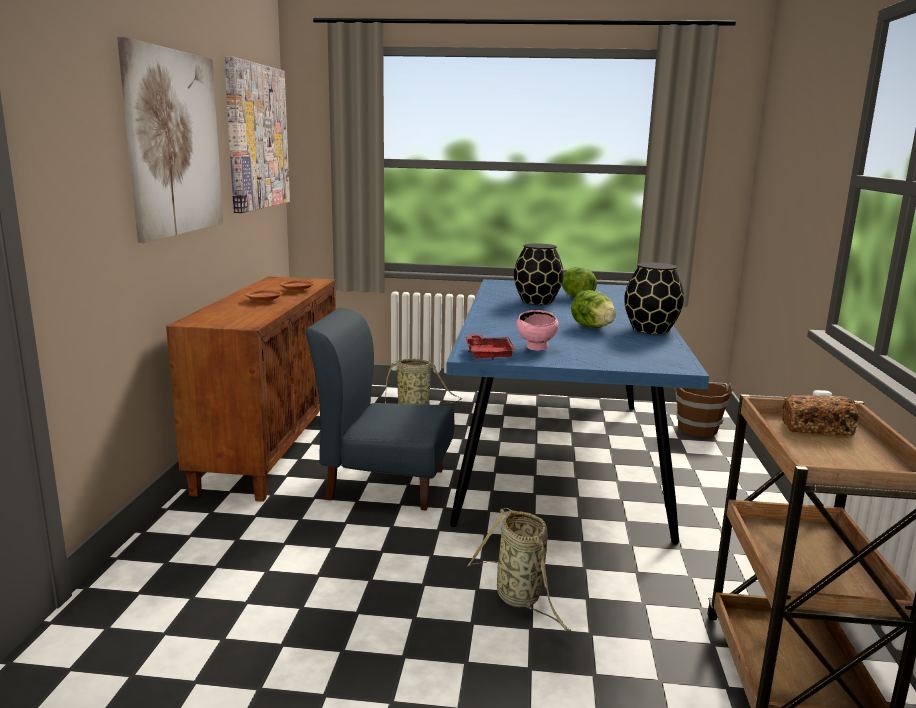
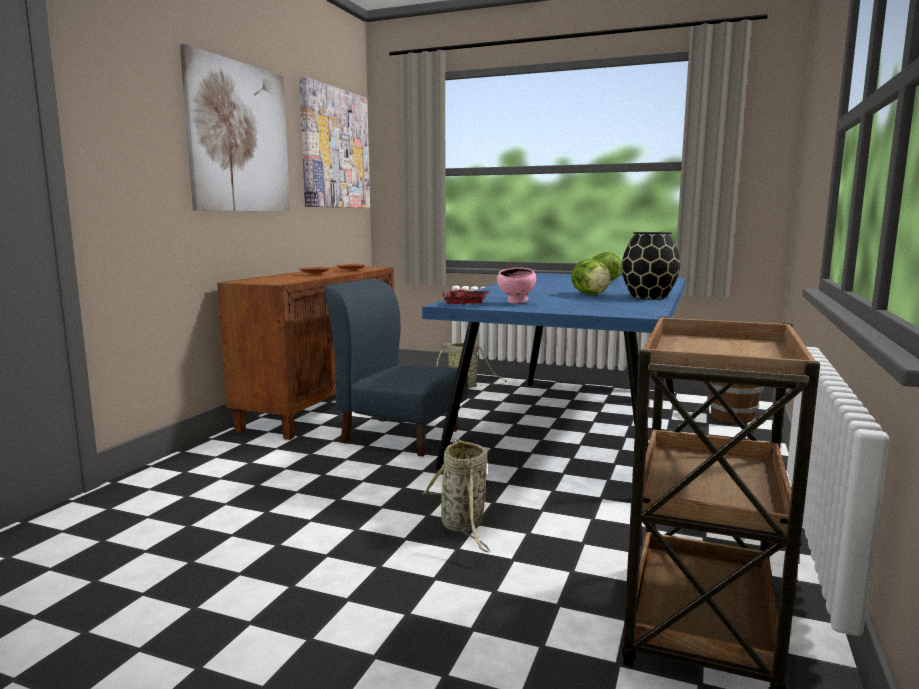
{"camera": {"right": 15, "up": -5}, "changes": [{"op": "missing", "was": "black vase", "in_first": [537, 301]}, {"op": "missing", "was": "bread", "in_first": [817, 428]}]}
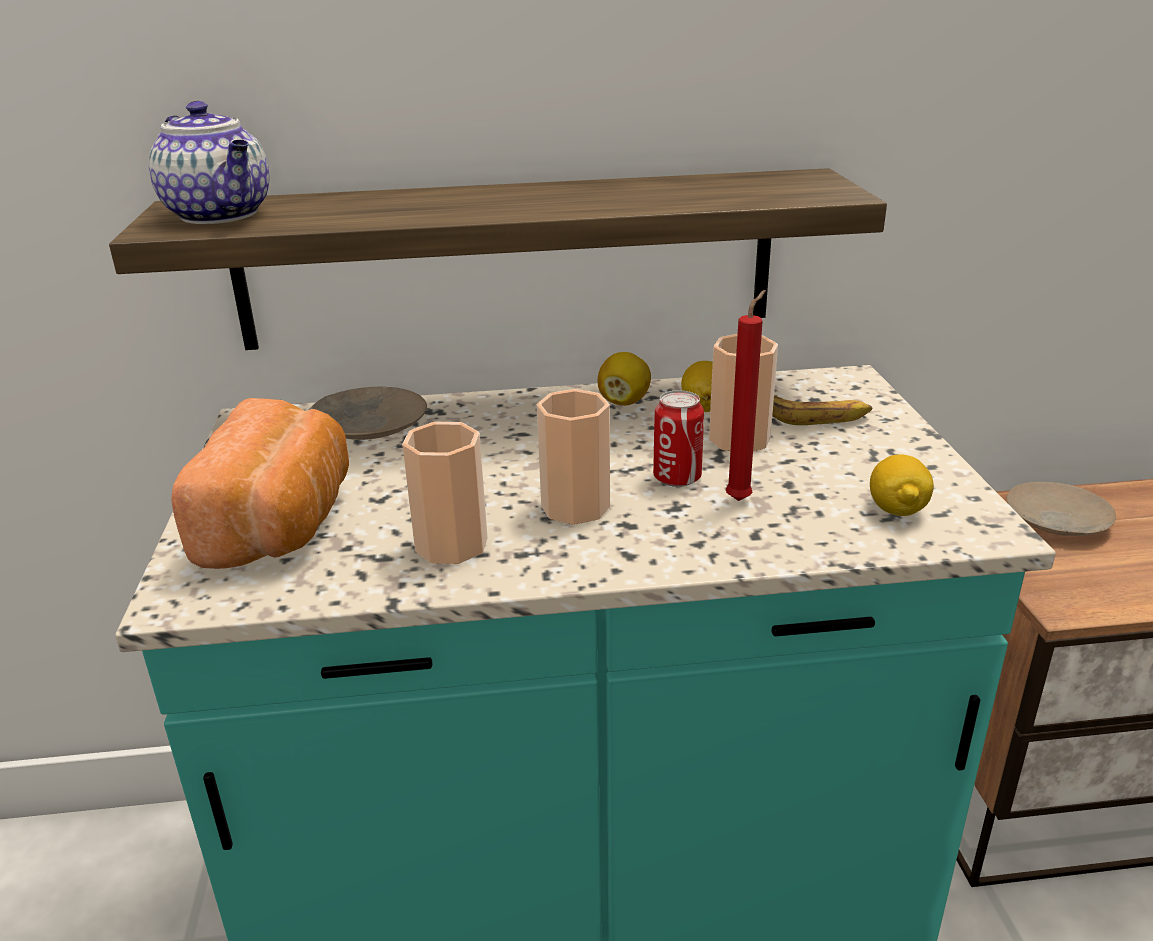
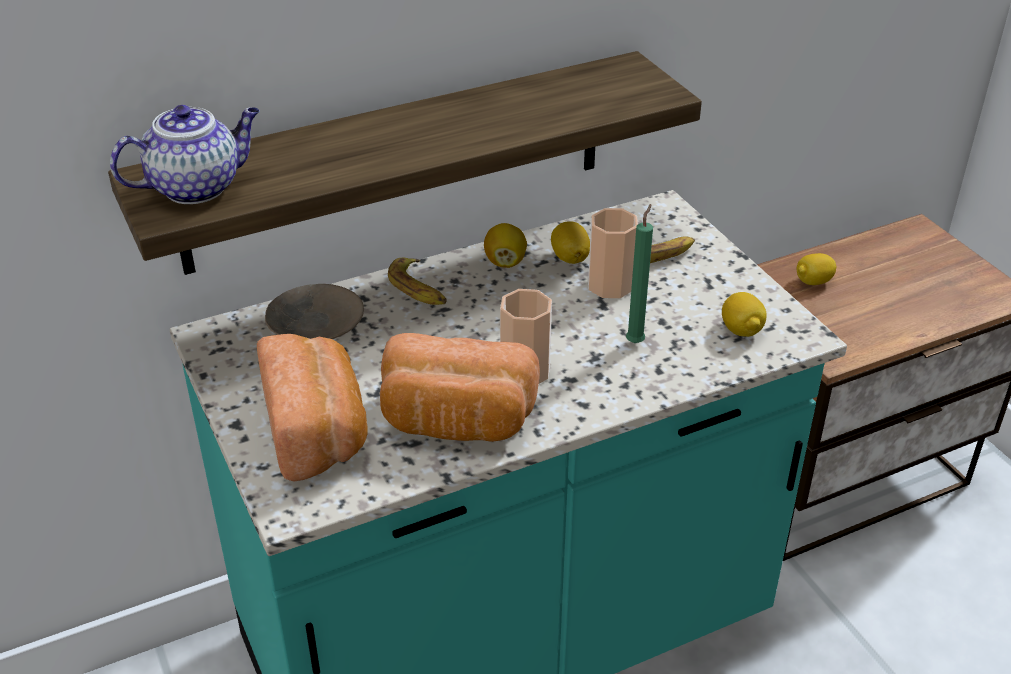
{"camera": {"right": -20, "up": 10}, "changes": [{"op": "spun", "was": "pot for tea", "in_first": [221, 215], "in_second": [197, 187], "clockwise": -60}, {"op": "exchanged", "was": "drinking cup", "now": "bread", "in_first": [451, 545], "in_second": [456, 422]}, {"op": "missing", "was": "sealed can", "in_first": [677, 478]}, {"op": "colour", "was": "red candle", "now": "greenish candle", "in_first": [741, 499], "in_second": [636, 341]}, {"op": "exchanged", "was": "beige-coloured dinner plate", "now": "whole lemon", "in_first": [1057, 520], "in_second": [813, 282]}, {"op": "appeared", "now": "banana fruit", "in_second": [419, 289]}]}
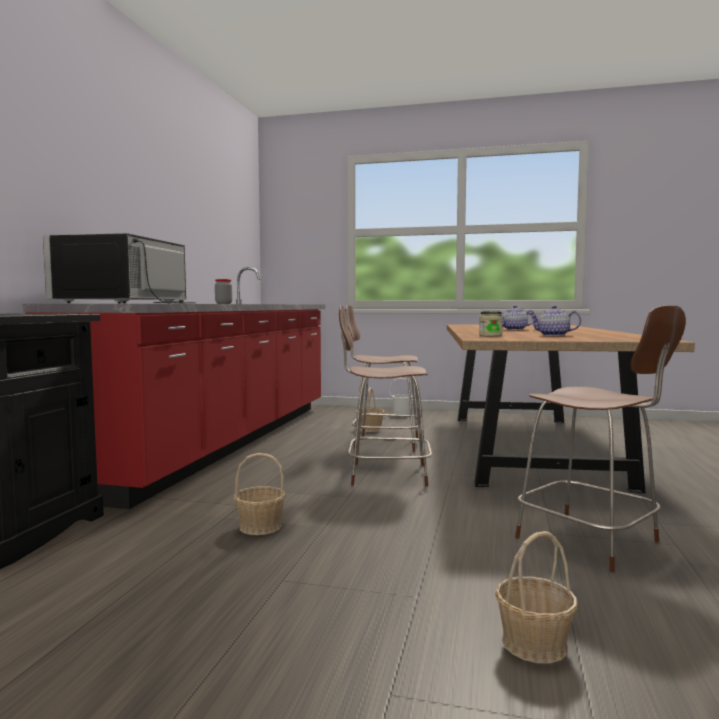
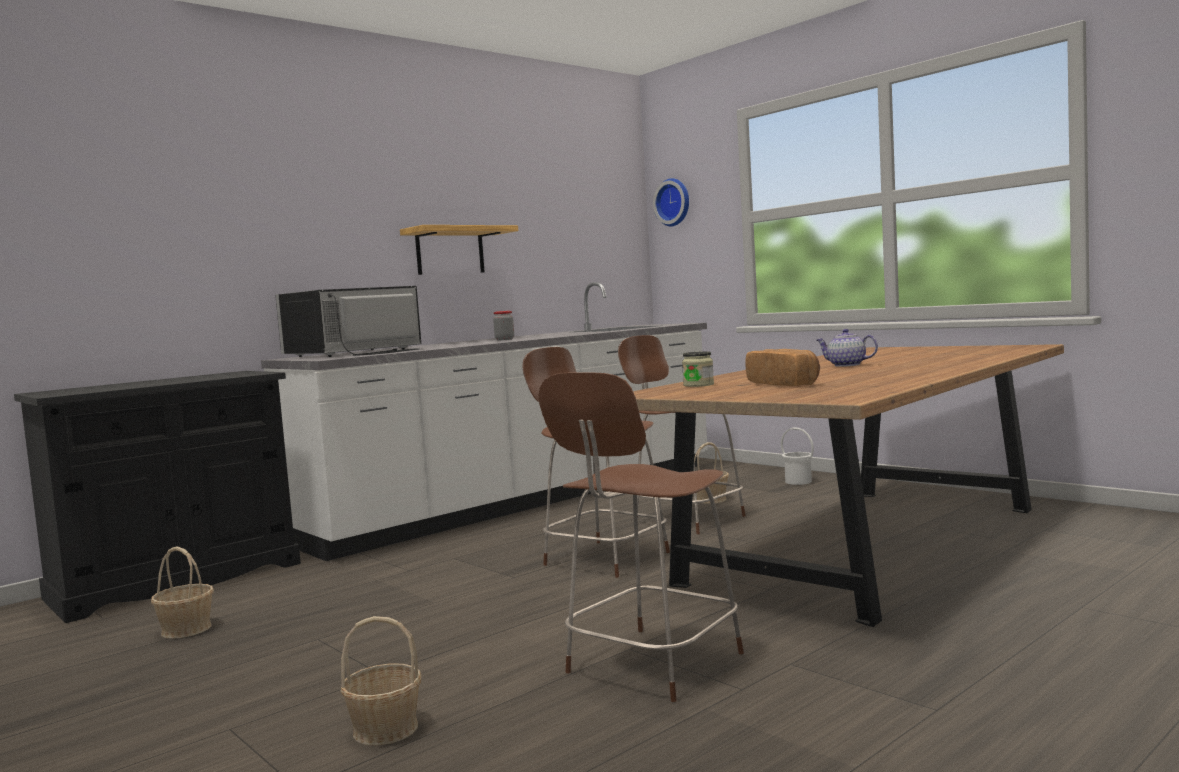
{"camera": {"right": 35, "up": 0}, "changes": [{"op": "colour", "was": "red kitchen counter", "now": "whitish kitchen counter", "in_first": [224, 441], "in_second": [522, 501]}, {"op": "relocated", "was": "storage basket", "in_first": [260, 526], "in_second": [186, 629]}, {"op": "spun", "was": "brown plain chair", "in_first": [591, 541], "in_second": [651, 665], "clockwise": 45}, {"op": "exchanged", "was": "pot for tea", "now": "bread", "in_first": [553, 335], "in_second": [784, 384]}, {"op": "appeared", "now": "bracket shelf", "in_second": [450, 251]}, {"op": "appeared", "now": "wall clock", "in_second": [674, 202]}]}
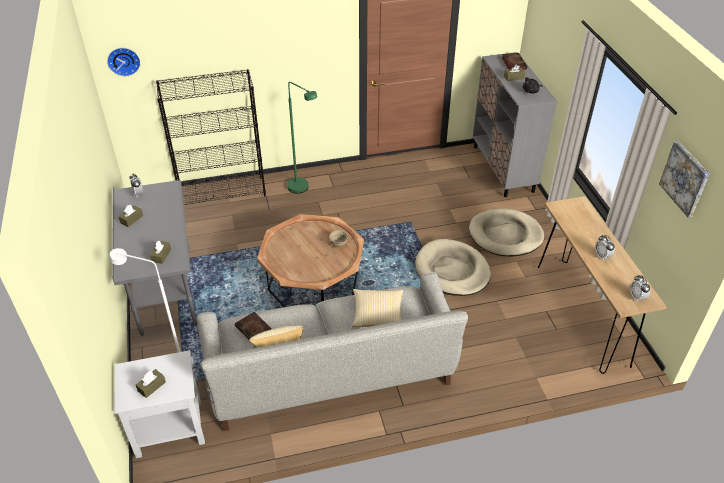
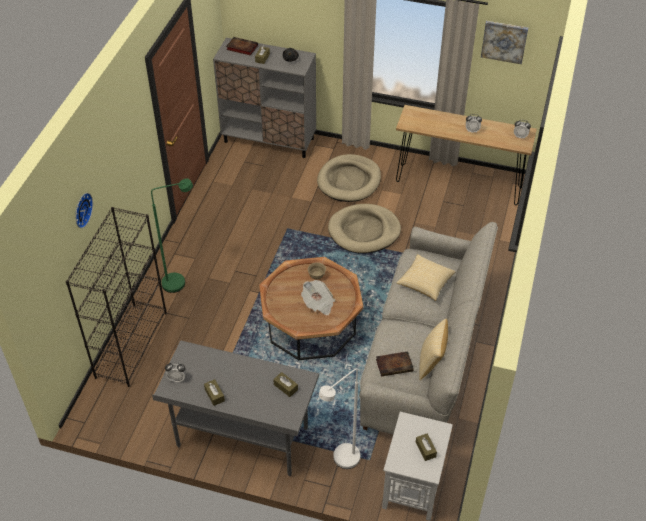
{"camera": {"right": -60, "up": 5}, "changes": [{"op": "relocated", "was": "wall clock", "in_first": [123, 60], "in_second": [81, 209]}, {"op": "appeared", "now": "newspaper", "in_second": [318, 303]}]}
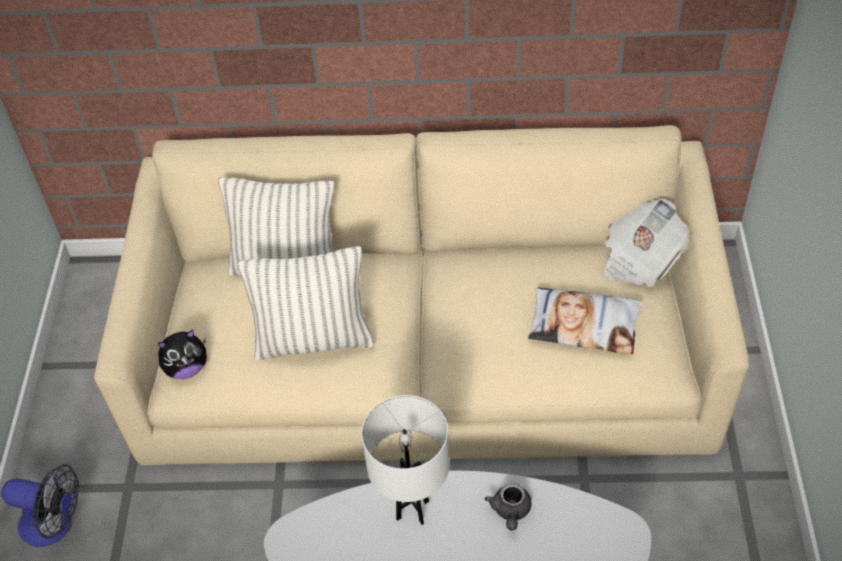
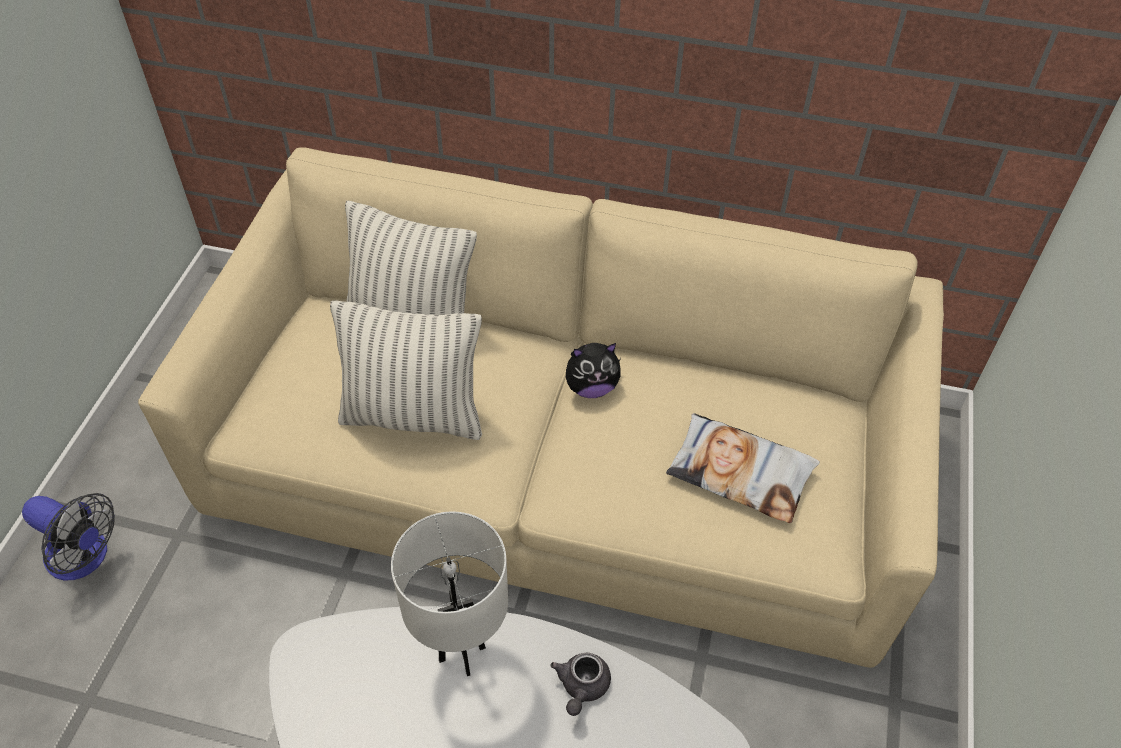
{"camera": {"right": 10, "up": 0}, "changes": [{"op": "relocated", "was": "cuddly toy", "in_first": [186, 368], "in_second": [591, 387]}, {"op": "missing", "was": "newspaper", "in_first": [639, 258]}]}
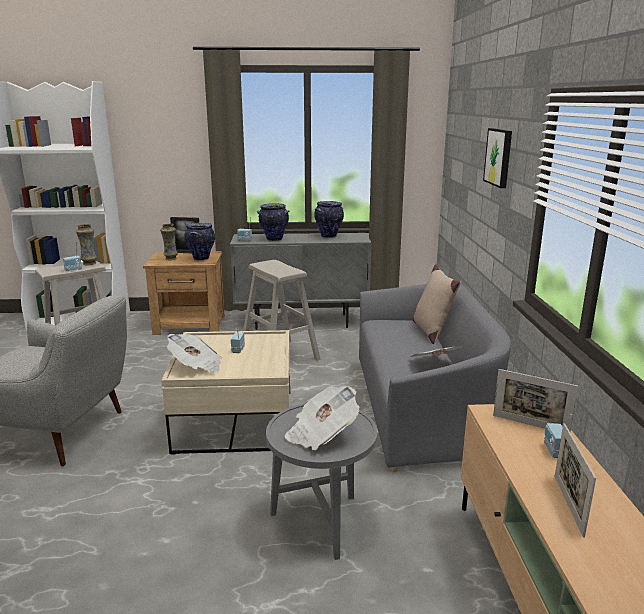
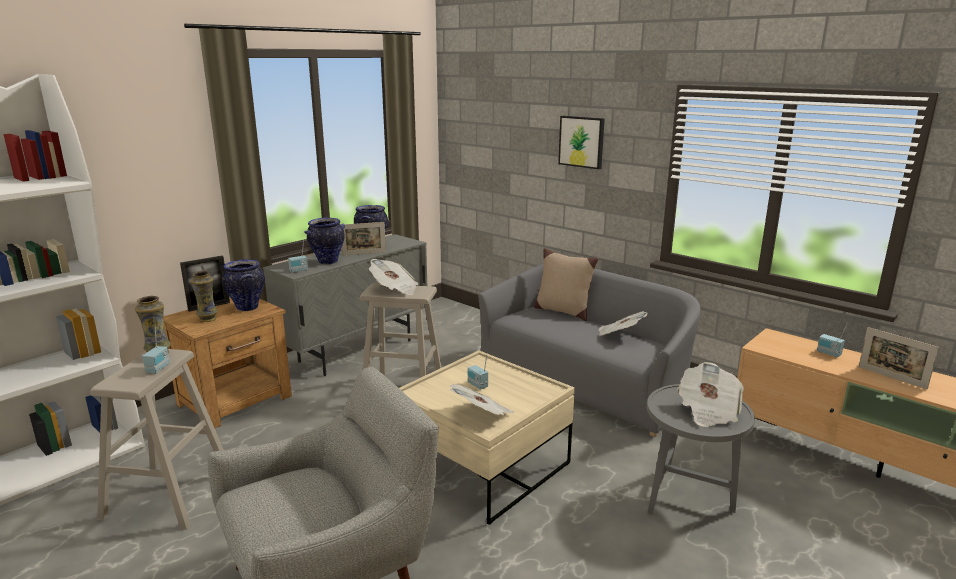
{"camera": {"right": -45, "up": 0}, "changes": [{"op": "relocated", "was": "standing frame", "in_first": [530, 424], "in_second": [364, 253]}, {"op": "appeared", "now": "newspaper", "in_second": [395, 289]}]}
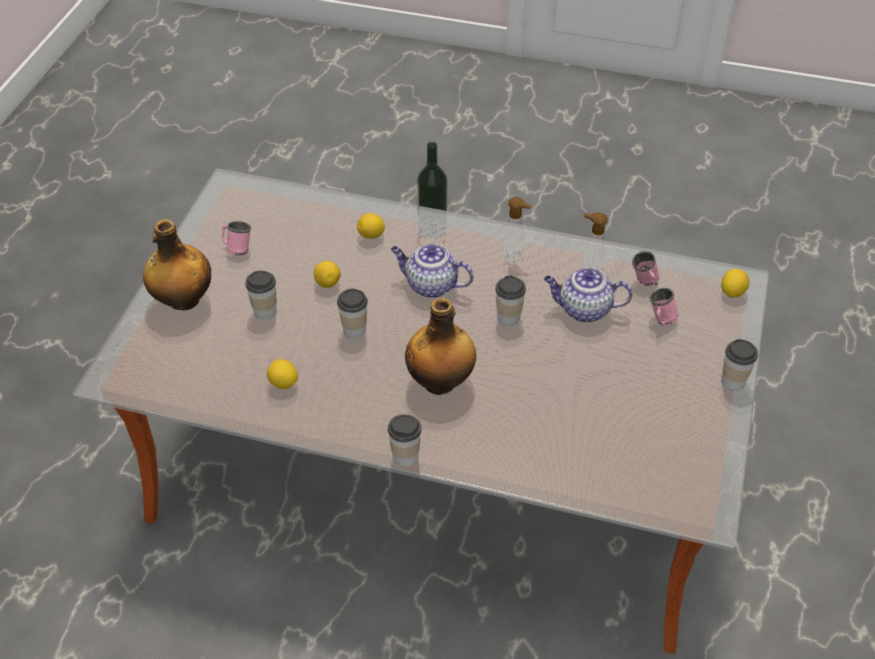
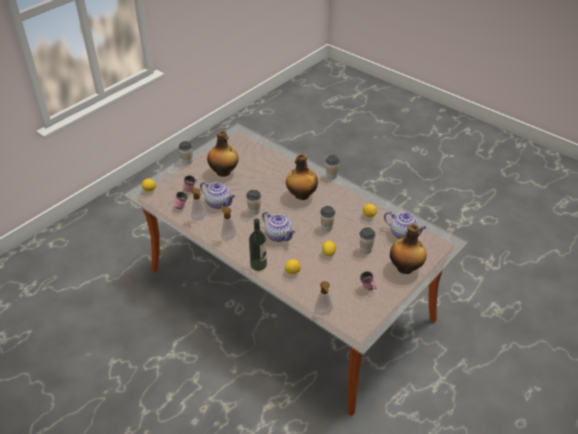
{"camera": {"right": -155, "up": -5}, "changes": [{"op": "appeared", "now": "bottle", "in_second": [224, 172]}, {"op": "appeared", "now": "soap bottle", "in_second": [323, 313]}, {"op": "appeared", "now": "pot for tea", "in_second": [403, 234]}]}
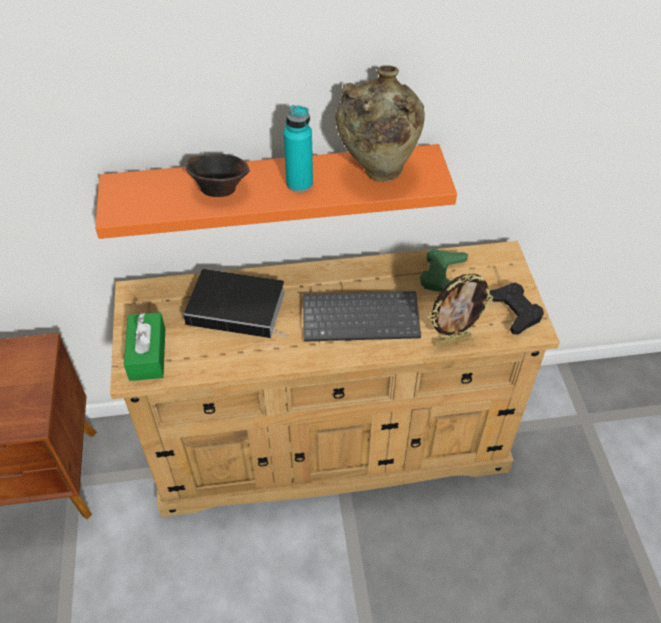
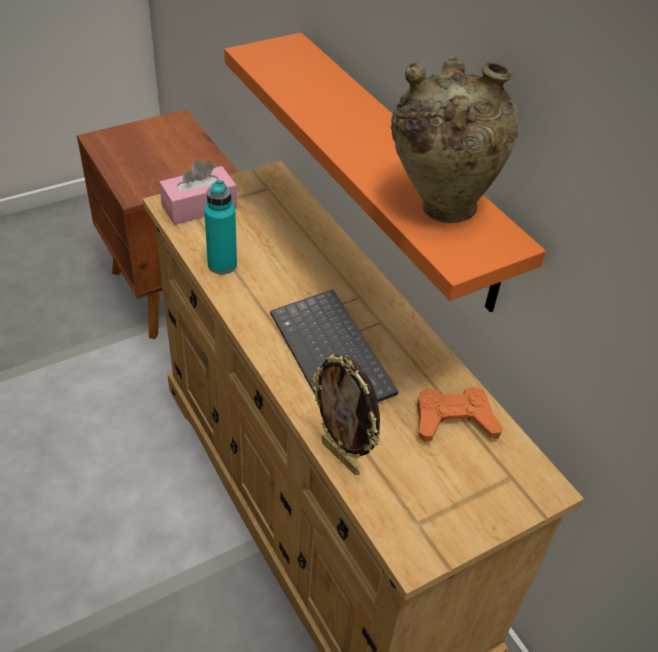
{"camera": {"right": 65, "up": -5}, "changes": [{"op": "colour", "was": "greenish tissue holder", "now": "pink-coloured tissue holder", "in_first": [147, 354], "in_second": [199, 207]}, {"op": "missing", "was": "bound book", "in_first": [239, 307]}, {"op": "missing", "was": "brown serving bowl", "in_first": [219, 189]}, {"op": "relocated", "was": "turquoise bottle", "in_first": [299, 183], "in_second": [222, 265]}, {"op": "colour", "was": "greenish game controller", "now": "orangey game controller", "in_first": [442, 275], "in_second": [454, 420]}, {"op": "missing", "was": "black game controller", "in_first": [513, 311]}]}
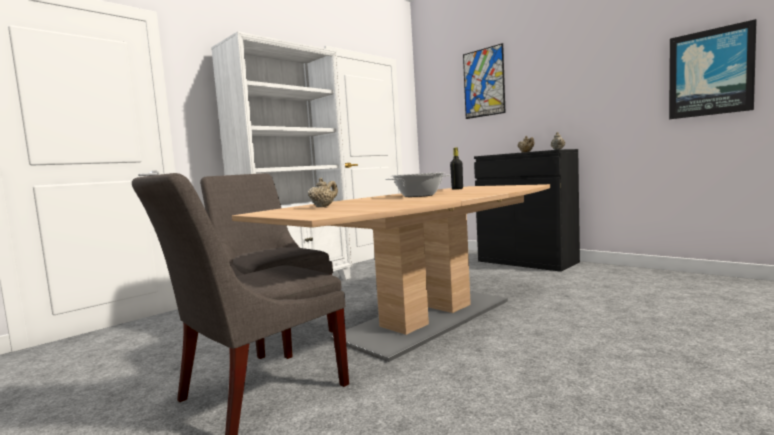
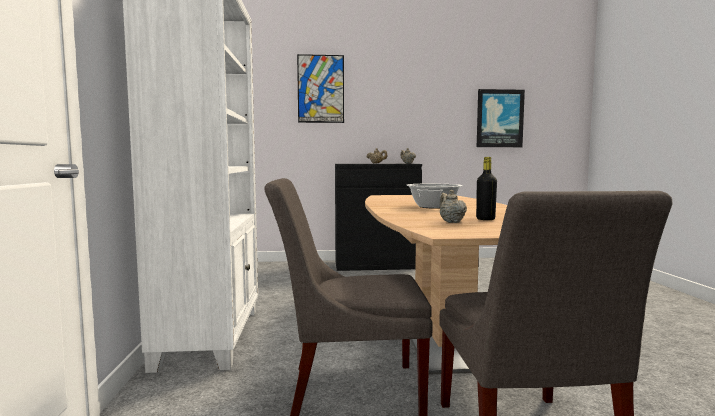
{"camera": {"right": -50, "up": 0}, "changes": [{"op": "relocated", "was": "black bottle", "in_first": [457, 189], "in_second": [485, 219]}]}
